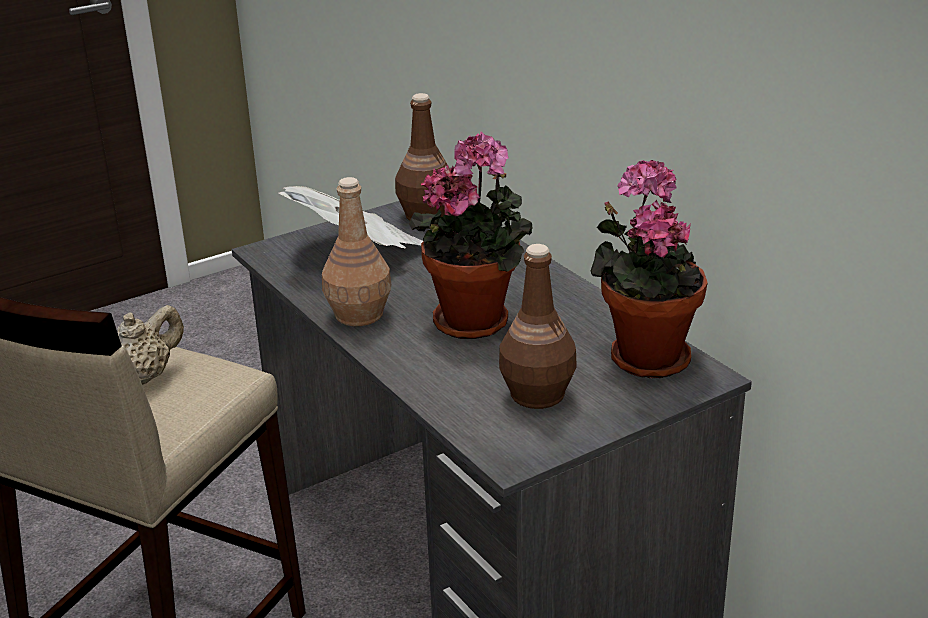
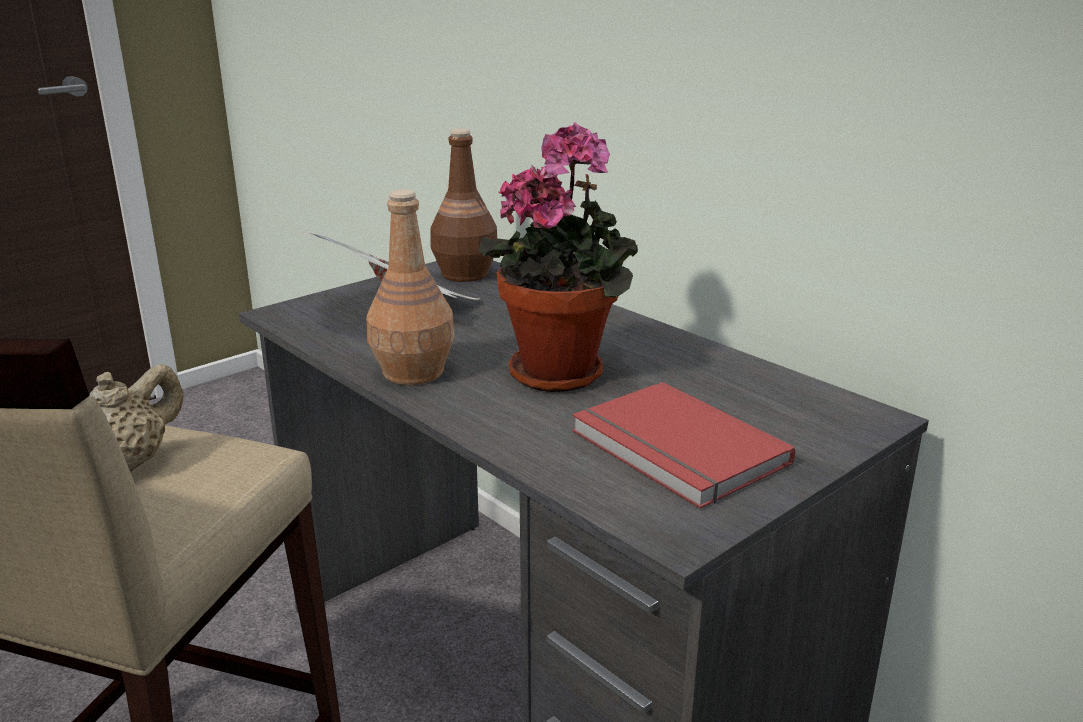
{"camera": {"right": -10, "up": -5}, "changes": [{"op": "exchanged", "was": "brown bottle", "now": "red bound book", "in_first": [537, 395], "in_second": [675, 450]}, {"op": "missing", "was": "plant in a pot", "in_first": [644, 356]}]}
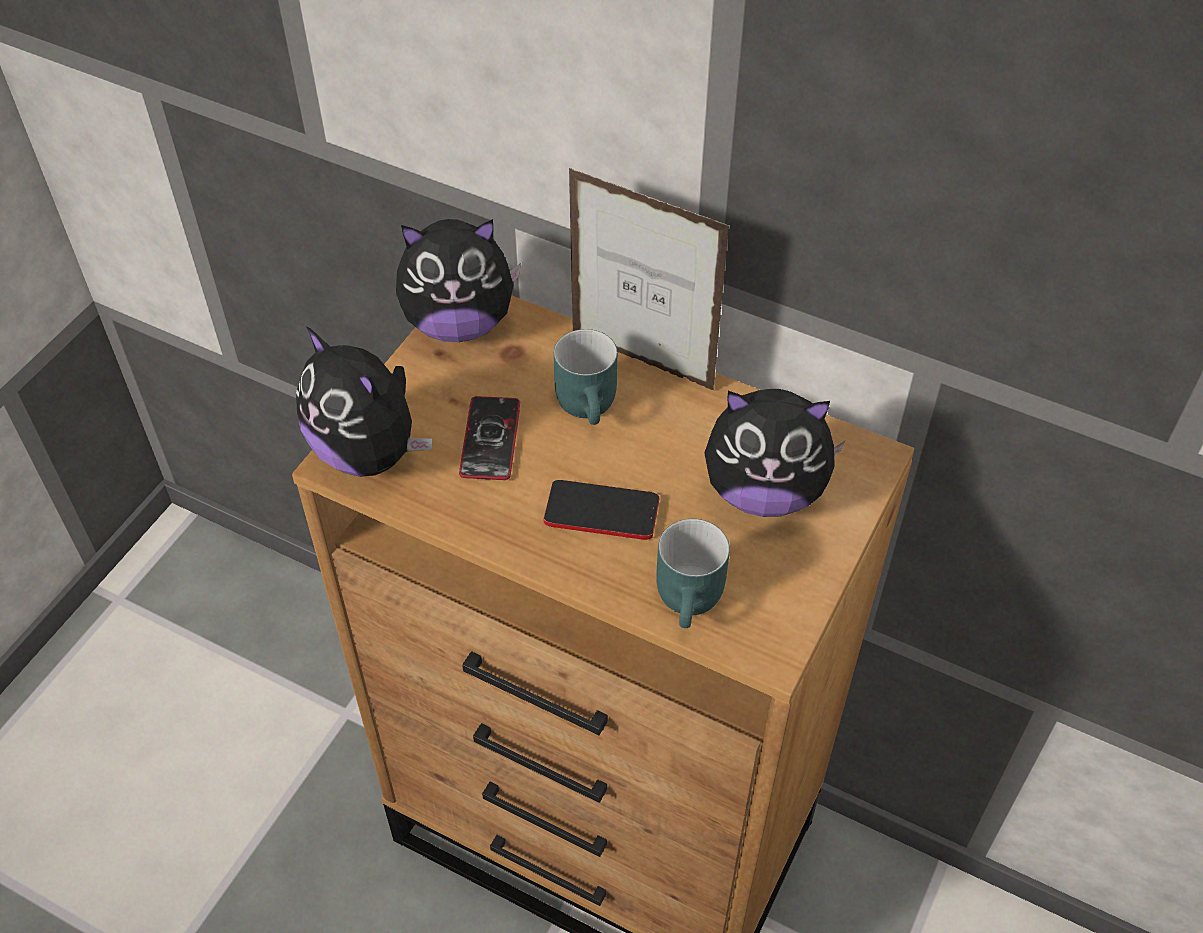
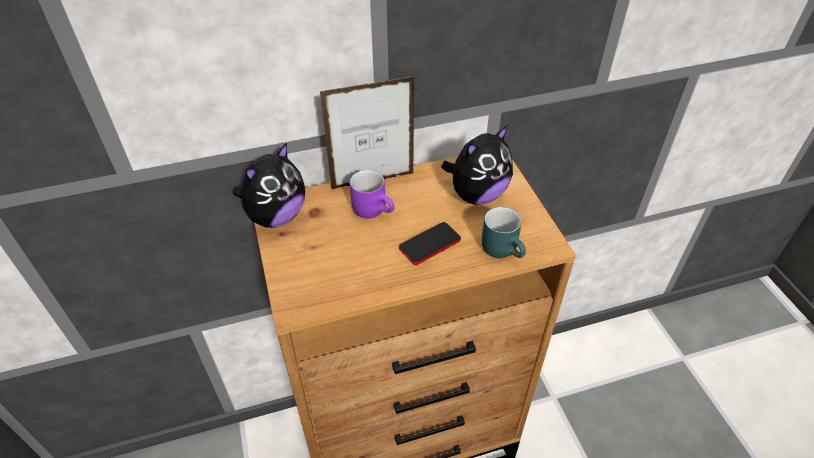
{"camera": {"right": -45, "up": -5}, "changes": [{"op": "missing", "was": "cuddly toy", "in_first": [369, 451]}, {"op": "missing", "was": "handset", "in_first": [490, 439]}, {"op": "colour", "was": "turquoise mug", "now": "purple mug", "in_first": [592, 406], "in_second": [374, 209]}]}
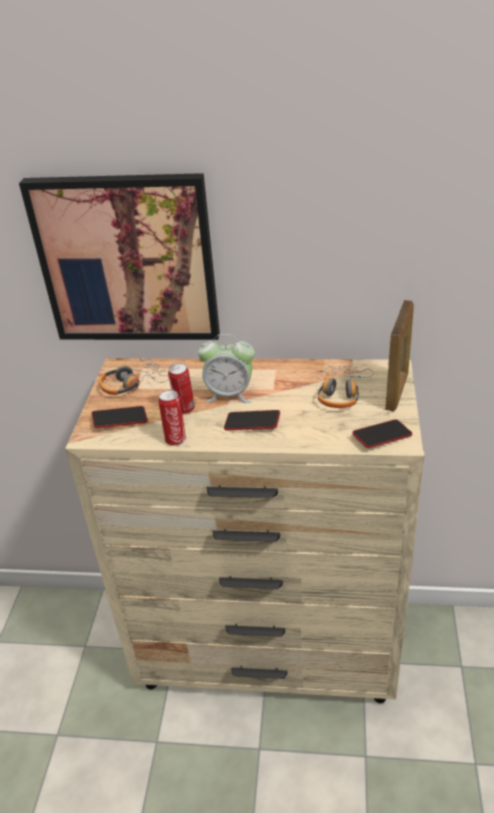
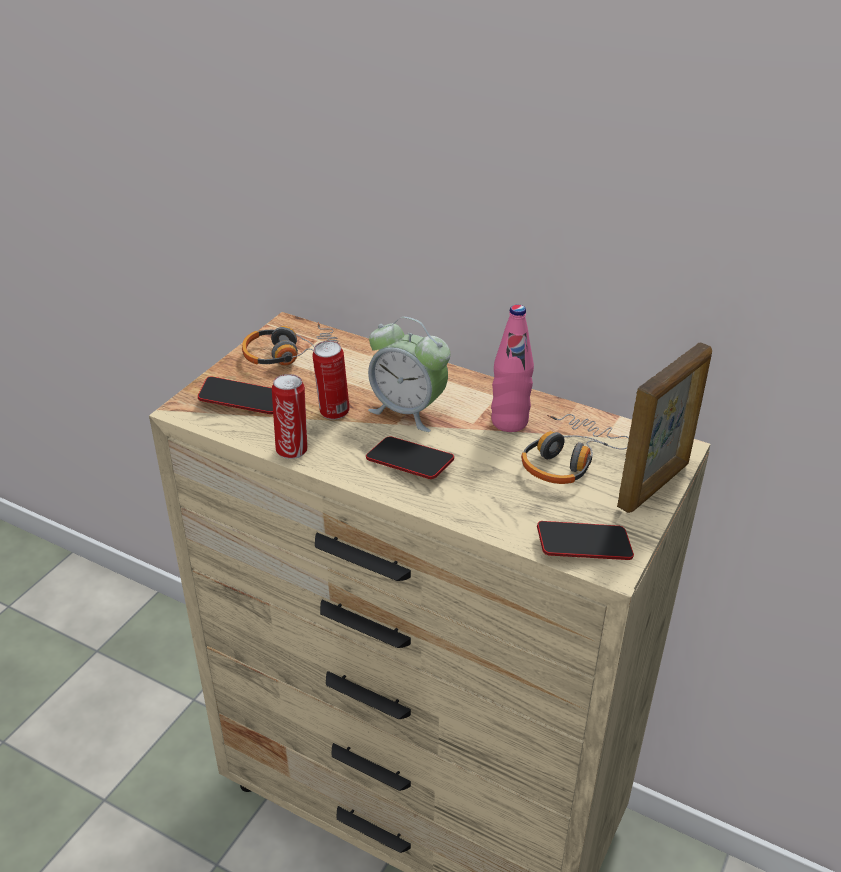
{"camera": {"right": 20, "up": 0}, "changes": [{"op": "missing", "was": "wall picture", "in_first": [127, 260]}, {"op": "appeared", "now": "pink-coloured bottle", "in_second": [509, 422]}]}
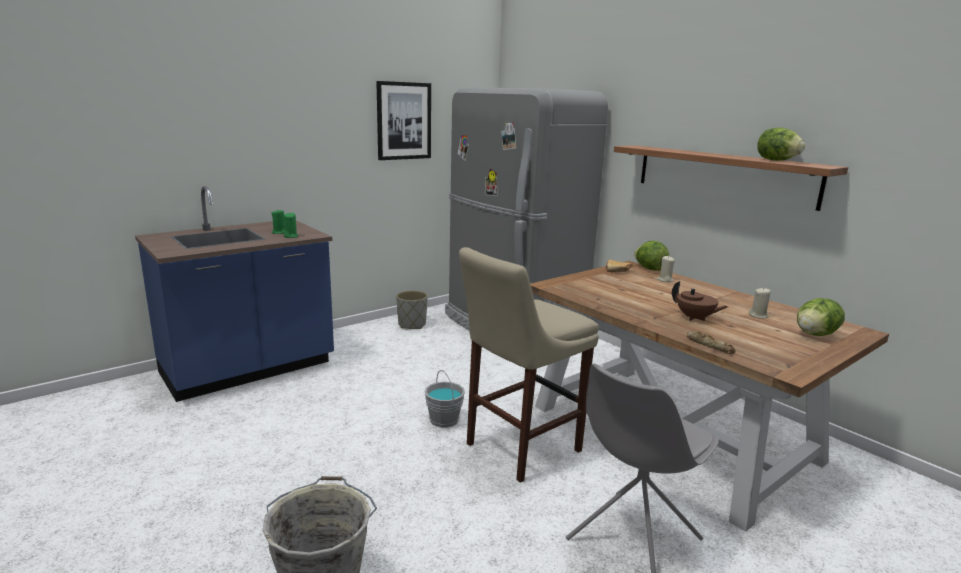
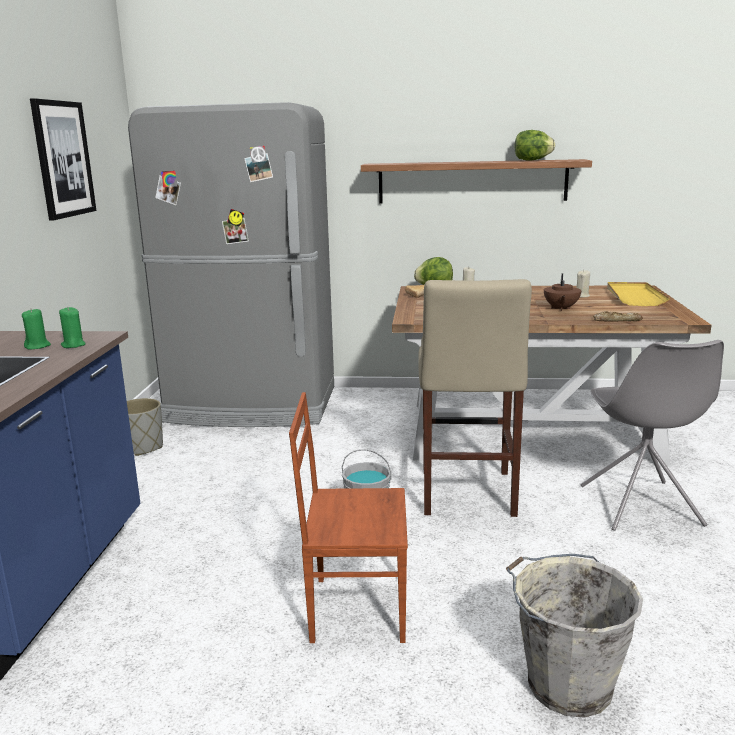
{"camera": {"right": -45, "up": 0}, "changes": [{"op": "spun", "was": "brown pot for tea", "in_first": [695, 318], "in_second": [560, 308], "clockwise": 105}, {"op": "exchanged", "was": "lettuce", "now": "yellow-coloured tray", "in_first": [815, 334], "in_second": [634, 296]}, {"op": "appeared", "now": "brown plain chair", "in_second": [356, 608]}]}
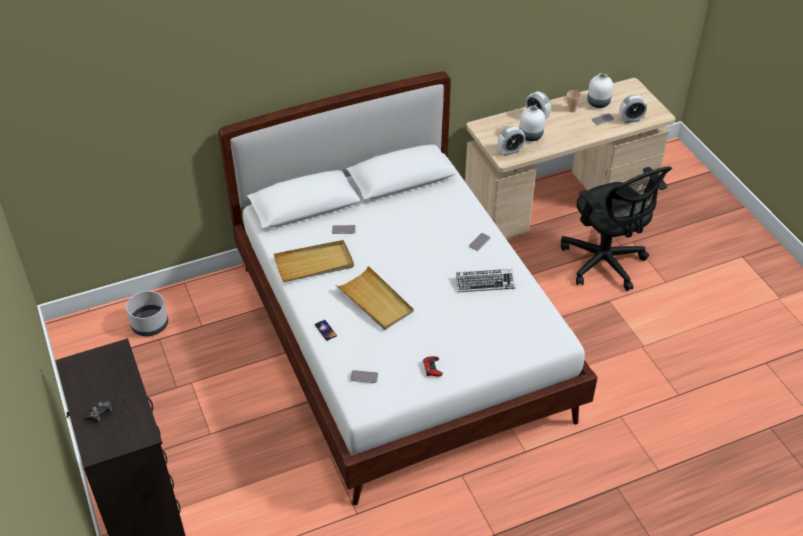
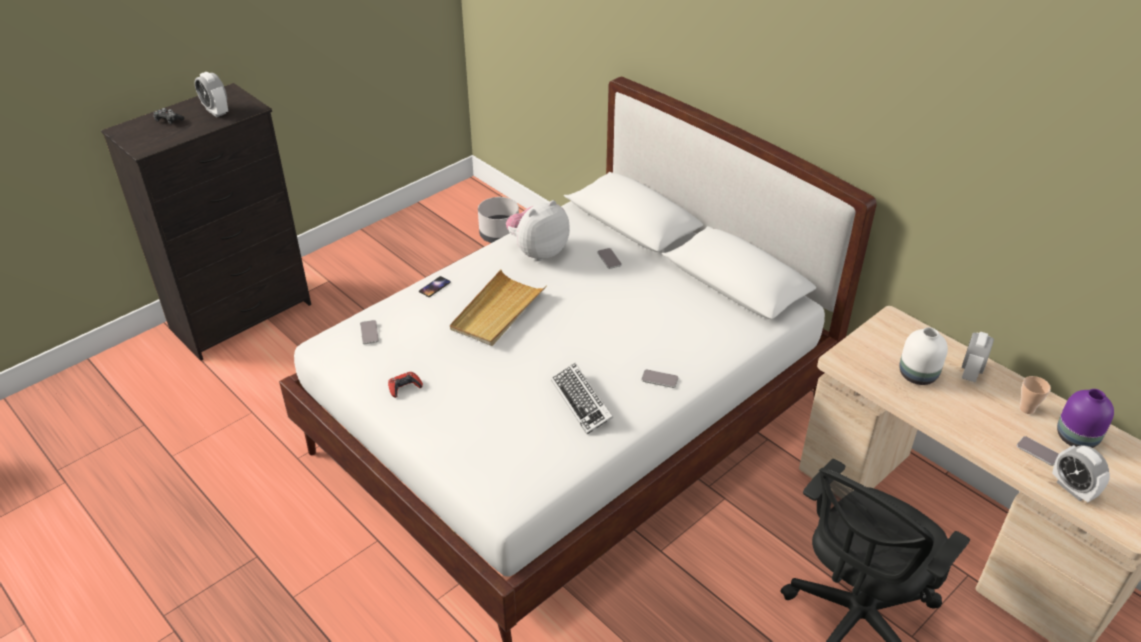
{"camera": {"right": 70, "up": -5}, "changes": [{"op": "exchanged", "was": "beige-coloured tray", "now": "cuddly toy", "in_first": [314, 264], "in_second": [538, 252]}, {"op": "relocated", "was": "bedside clock", "in_first": [510, 151], "in_second": [216, 111]}, {"op": "colour", "was": "whitish vase", "now": "purple vase", "in_first": [598, 103], "in_second": [1077, 438]}]}
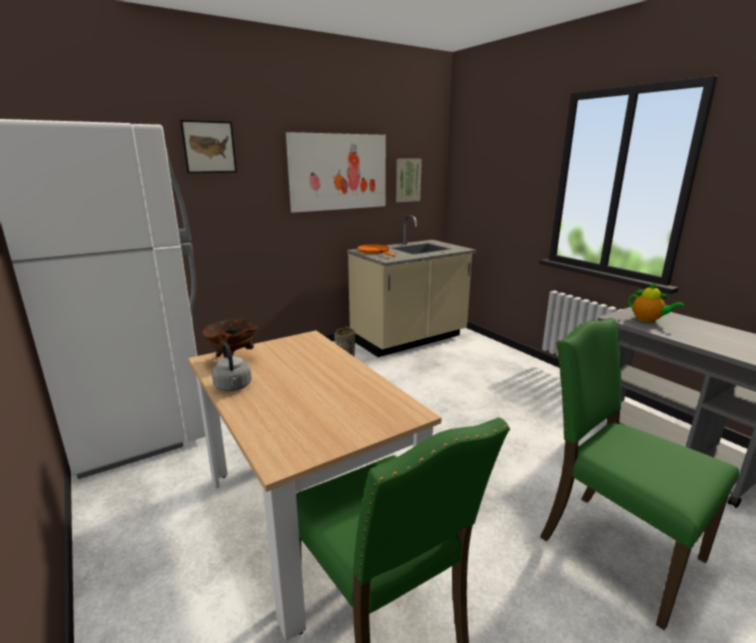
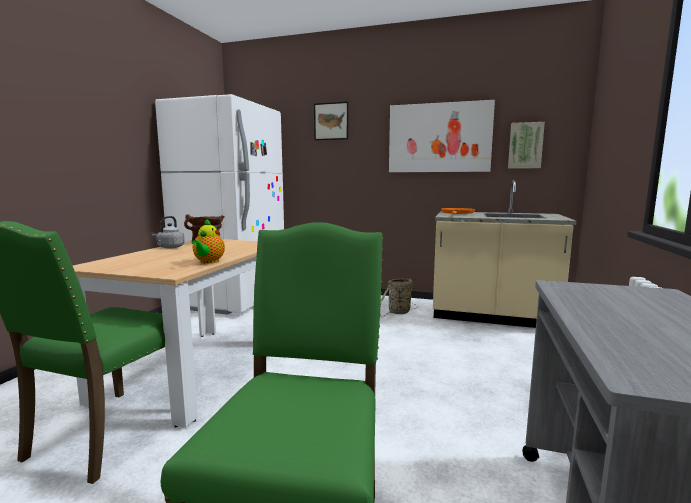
{"camera": {"right": 50, "up": -10}, "changes": [{"op": "relocated", "was": "pot for tea", "in_first": [648, 320], "in_second": [208, 262]}]}
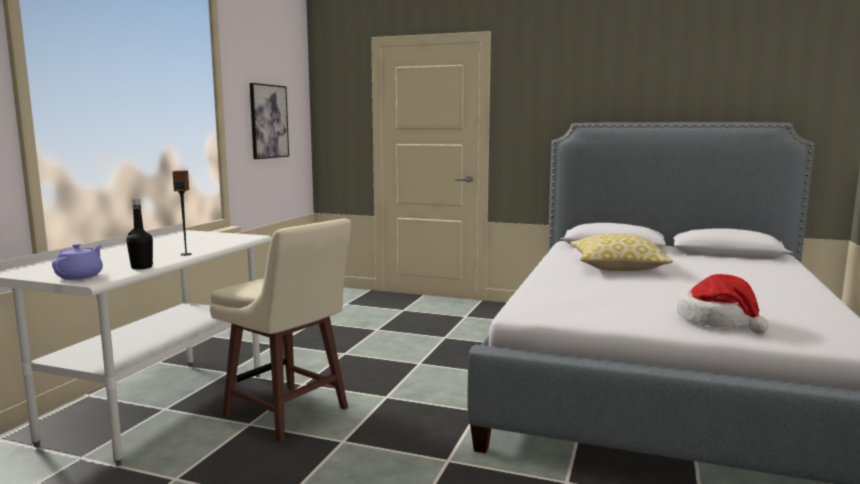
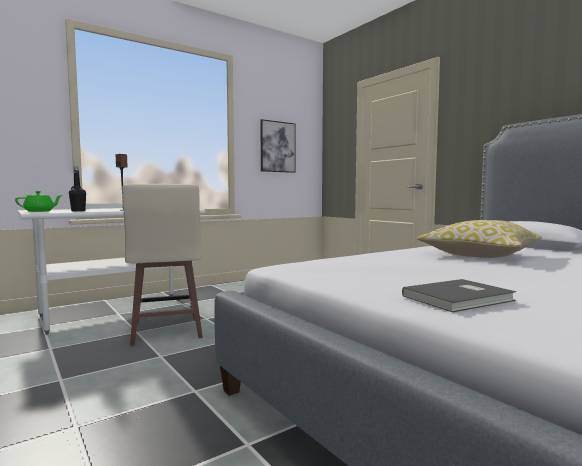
{"camera": {"right": 35, "up": -5}, "changes": [{"op": "colour", "was": "purple pot for tea", "now": "greenish pot for tea", "in_first": [80, 276], "in_second": [40, 211]}, {"op": "exchanged", "was": "hat", "now": "gray bound book", "in_first": [718, 320], "in_second": [460, 298]}]}
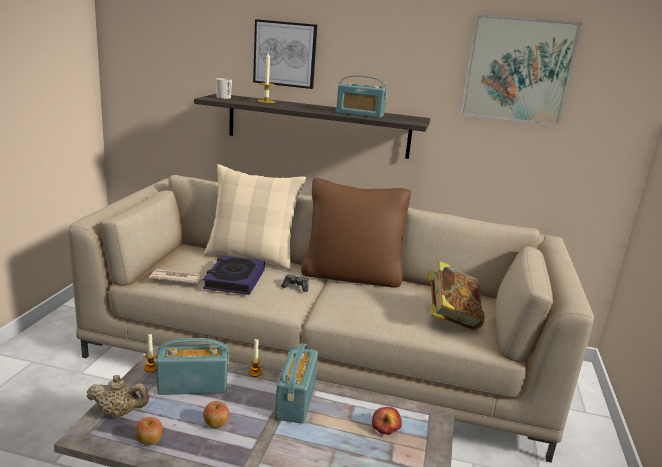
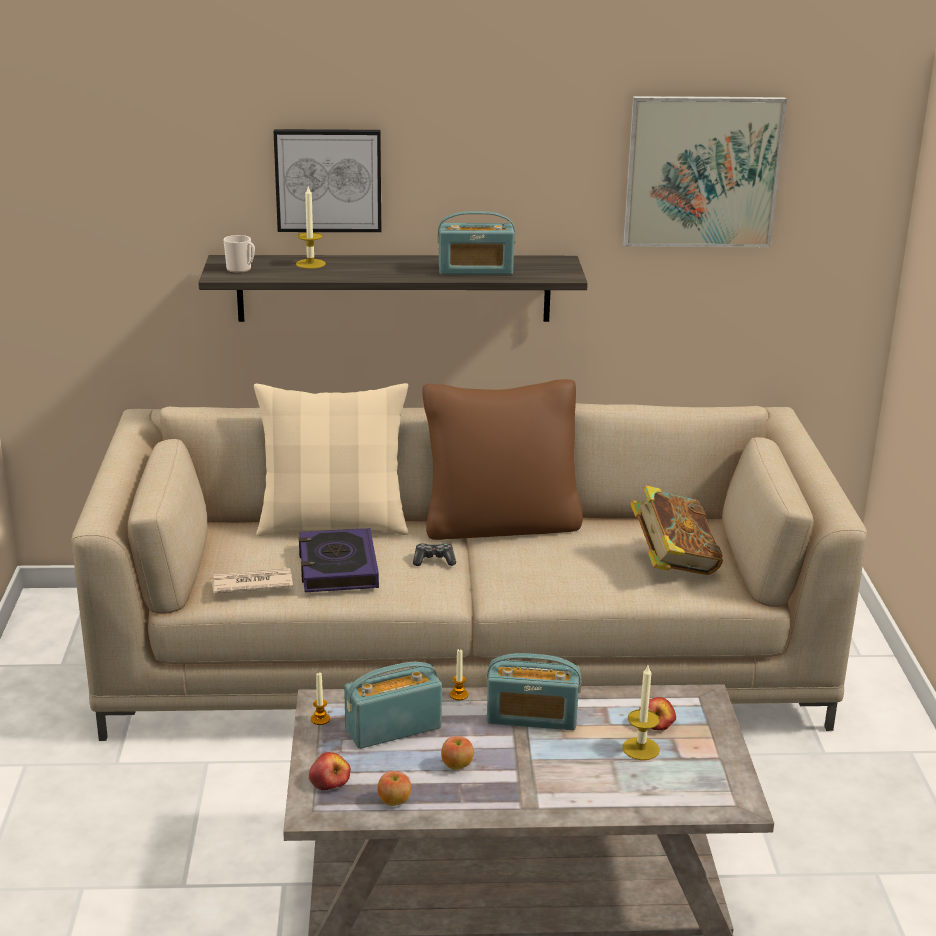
{"camera": {"right": -15, "up": 5}, "changes": [{"op": "exchanged", "was": "beige-coloured pot for tea", "now": "apple fruit", "in_first": [119, 413], "in_second": [329, 780]}, {"op": "spun", "was": "radio receiver", "in_first": [295, 400], "in_second": [532, 717], "clockwise": -75}, {"op": "appeared", "now": "candle", "in_second": [641, 748]}]}
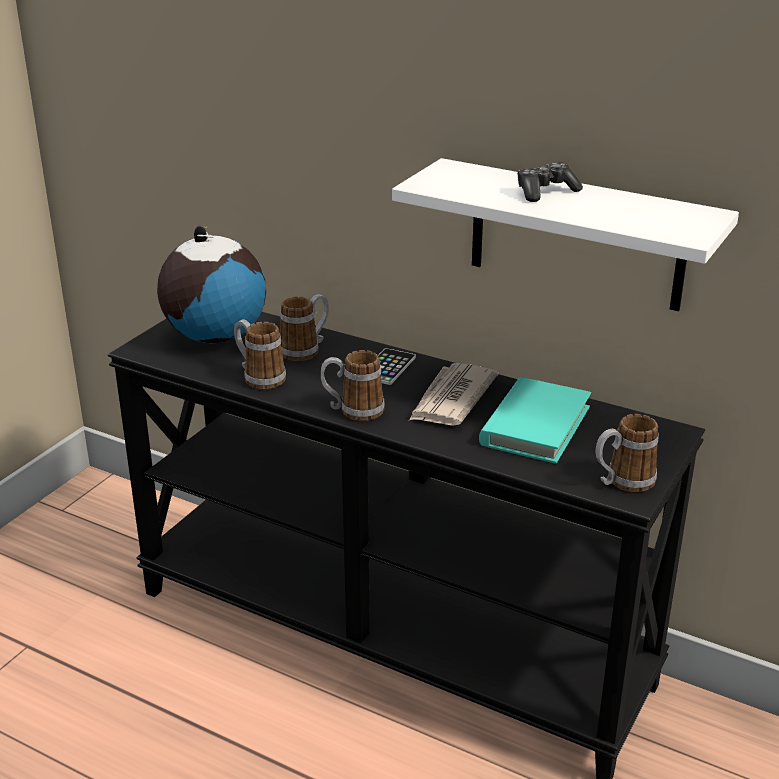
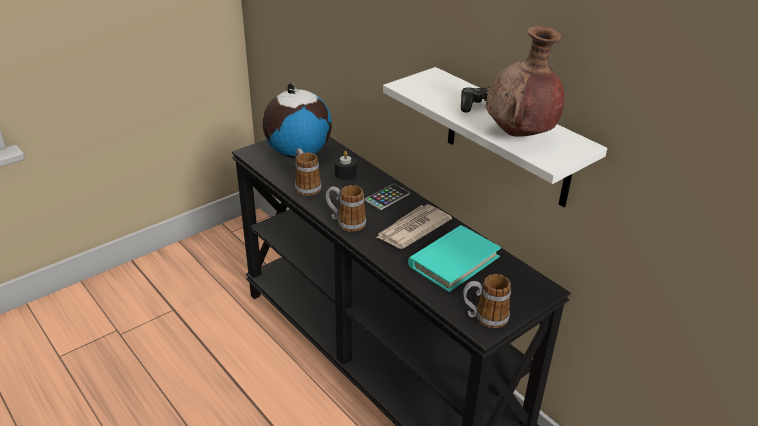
{"camera": {"right": 20, "up": 5}, "changes": [{"op": "exchanged", "was": "mug", "now": "black candle", "in_first": [305, 349], "in_second": [345, 173]}, {"op": "appeared", "now": "brown vase", "in_second": [519, 135]}]}
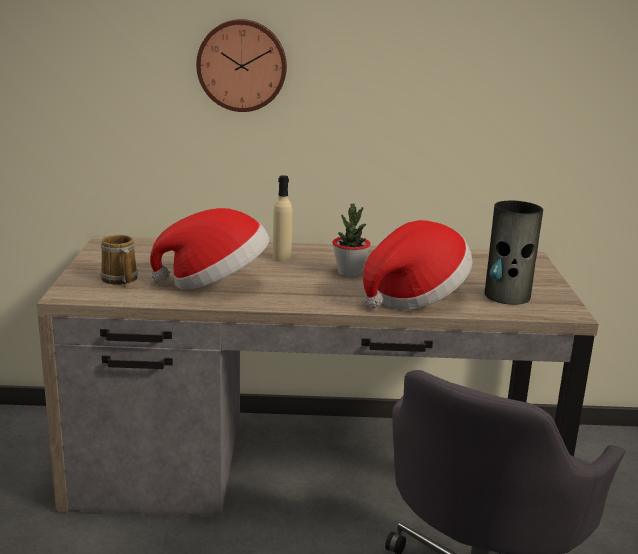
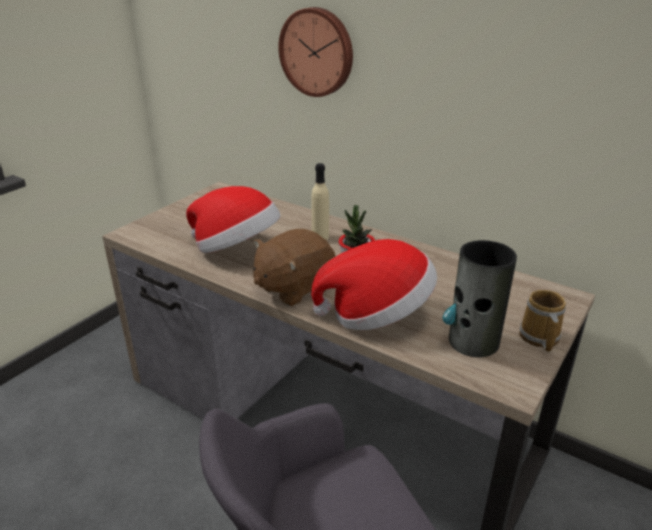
{"camera": {"right": 35, "up": 10}, "changes": [{"op": "relocated", "was": "mug", "in_first": [119, 279], "in_second": [538, 337]}, {"op": "appeared", "now": "brown cuddly toy", "in_second": [293, 288]}]}
